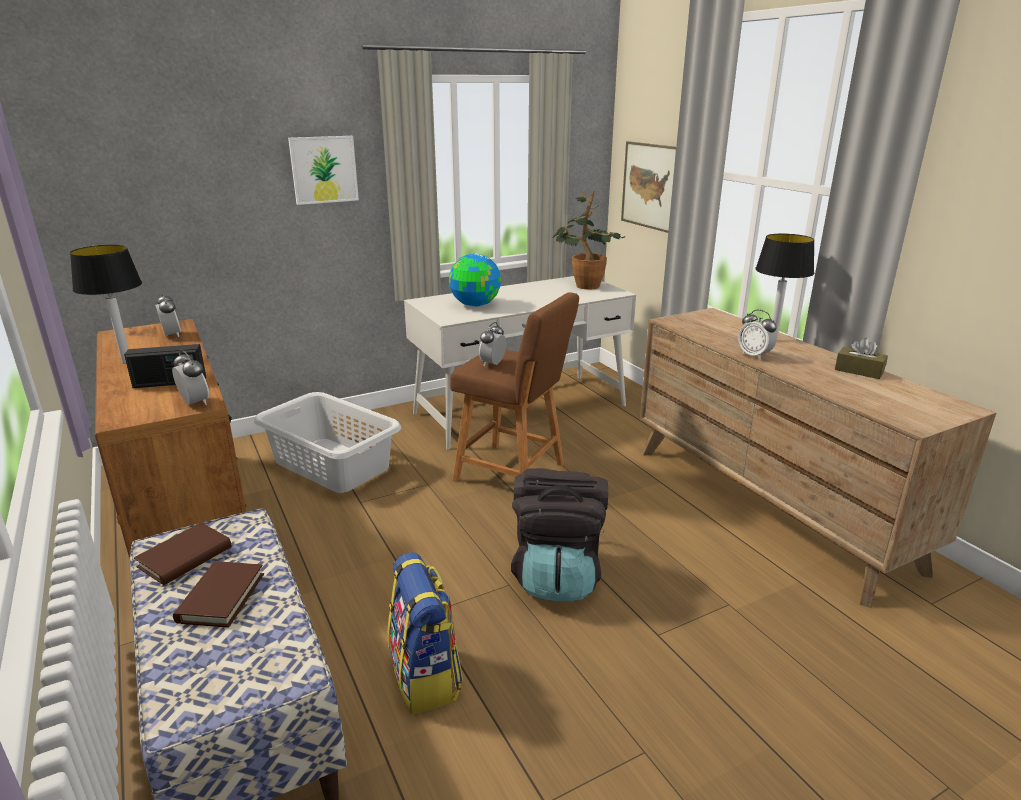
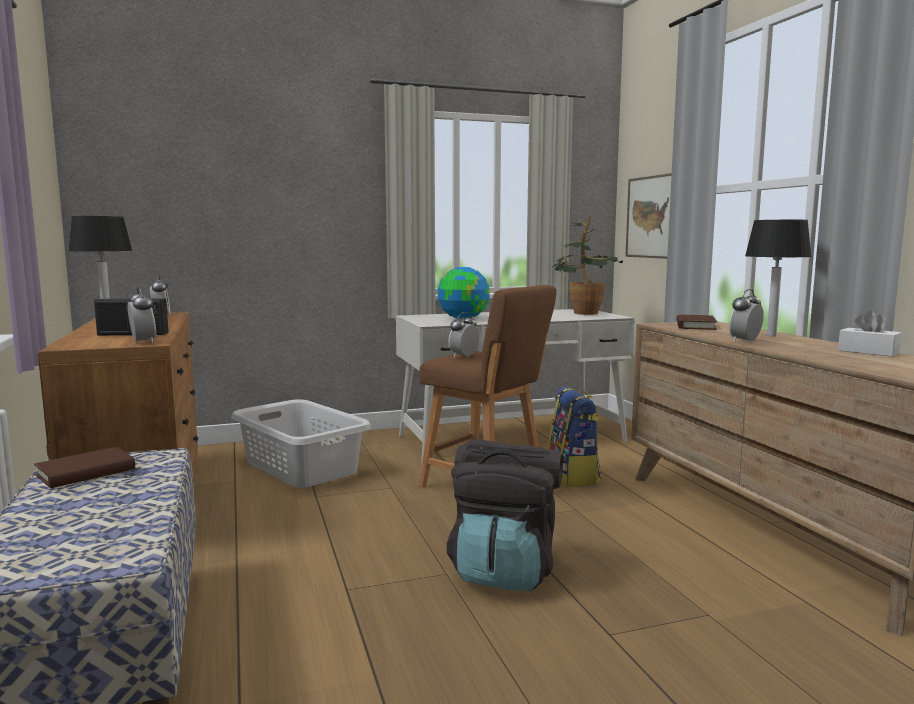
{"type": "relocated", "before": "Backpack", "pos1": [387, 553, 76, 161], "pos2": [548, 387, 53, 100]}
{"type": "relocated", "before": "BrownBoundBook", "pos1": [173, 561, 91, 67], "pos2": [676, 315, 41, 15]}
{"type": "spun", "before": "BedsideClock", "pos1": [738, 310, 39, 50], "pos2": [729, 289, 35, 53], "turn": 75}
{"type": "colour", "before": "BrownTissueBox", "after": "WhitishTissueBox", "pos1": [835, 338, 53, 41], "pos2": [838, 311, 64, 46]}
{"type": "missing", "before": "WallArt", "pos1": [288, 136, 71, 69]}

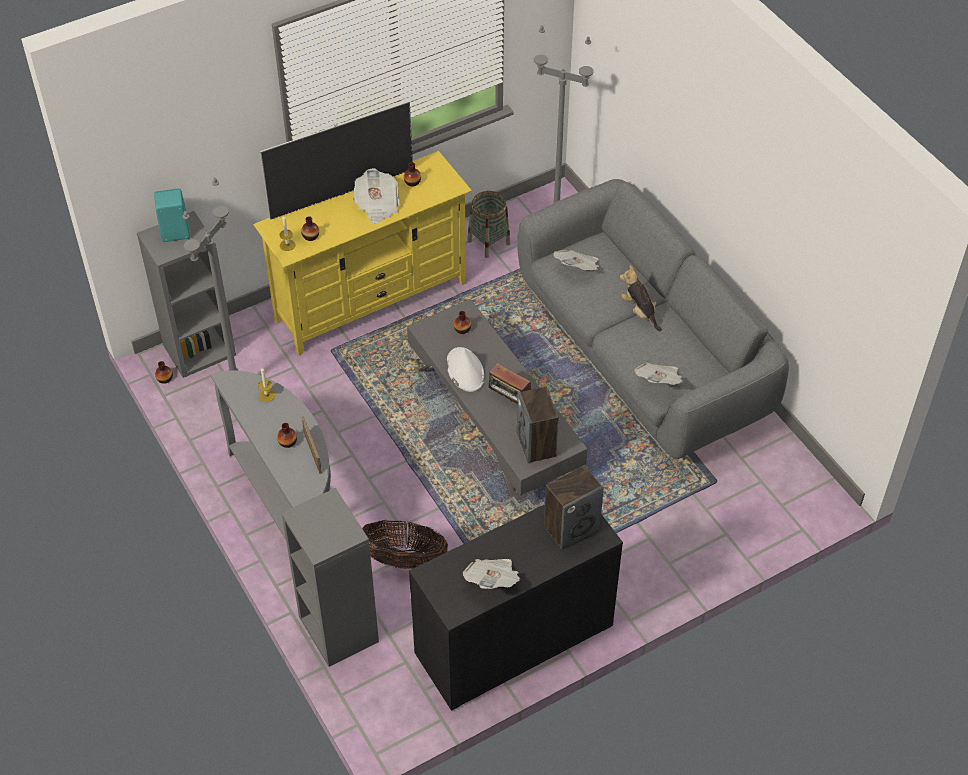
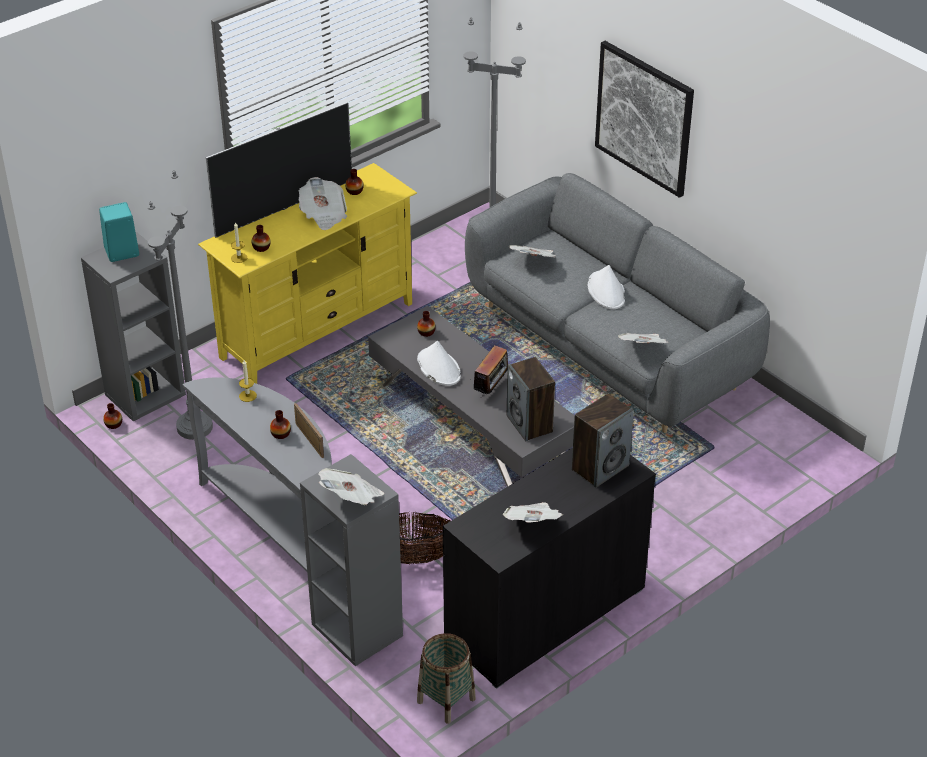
{"type": "appeared", "after": "Newspaper", "pos2": [318, 468, 66, 37]}
{"type": "relocated", "before": "Basket", "pos1": [467, 191, 43, 67], "pos2": [417, 633, 59, 91]}
{"type": "spun", "before": "Radio", "pos1": [489, 363, 43, 41], "pos2": [473, 345, 35, 51], "turn": -90}
{"type": "exchanged", "before": "SoftToy", "after": "WhitishClothingHat", "pos1": [620, 265, 42, 67], "pos2": [588, 265, 37, 44]}
{"type": "appeared", "after": "WallArt", "pos2": [595, 41, 99, 157]}

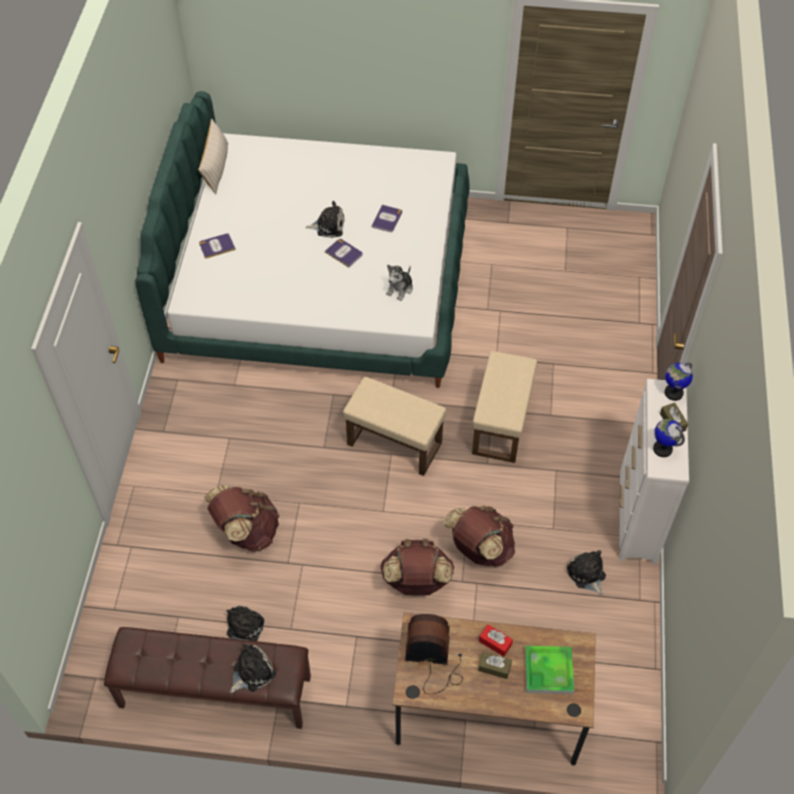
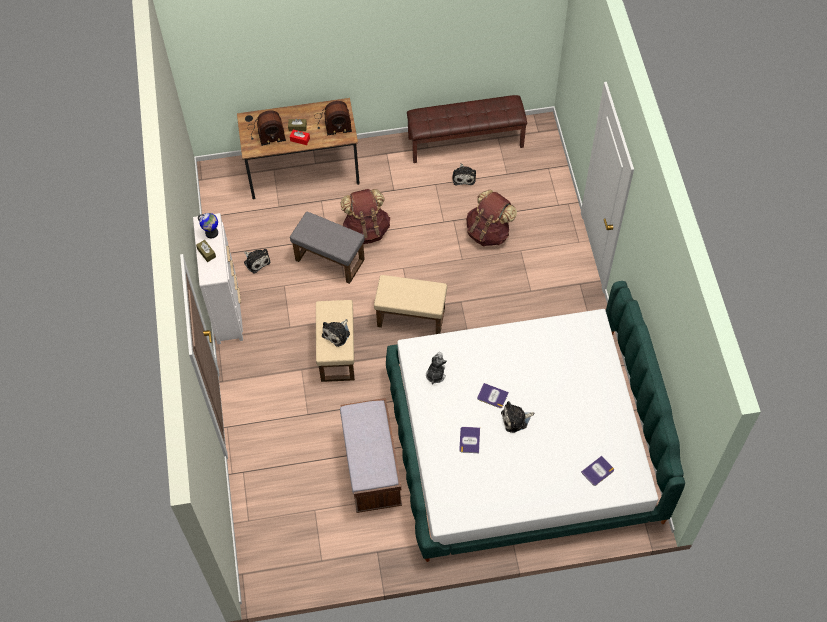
{"type": "exchanged", "before": "Tray", "after": "Radio", "pos1": [525, 646, 49, 48], "pos2": [247, 110, 39, 36]}
{"type": "exchanged", "before": "BrownBackpack", "after": "GreyishFootrest", "pos1": [443, 506, 72, 60], "pos2": [290, 212, 75, 72]}
{"type": "relocated", "before": "SoftToy", "pos1": [230, 644, 46, 49], "pos2": [322, 319, 28, 28]}
{"type": "appeared", "after": "BrownLongSeat", "pos2": [340, 398, 62, 115]}
{"type": "relocated", "before": "BoundBook", "pos1": [199, 233, 37, 26], "pos2": [581, 456, 33, 30]}
{"type": "missing", "before": "BeigeColouredThrowPillow", "pos1": [198, 119, 30, 76]}
{"type": "missing", "before": "DeskGlobe", "pos1": [665, 363, 28, 38]}

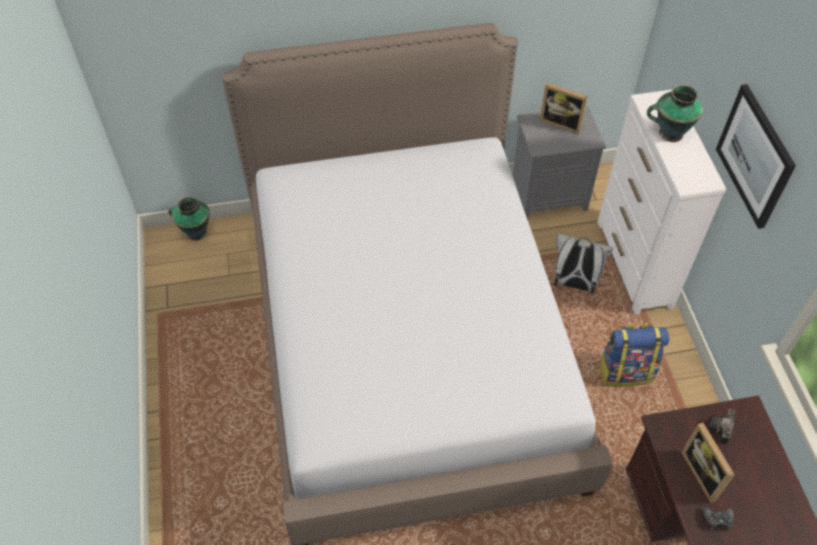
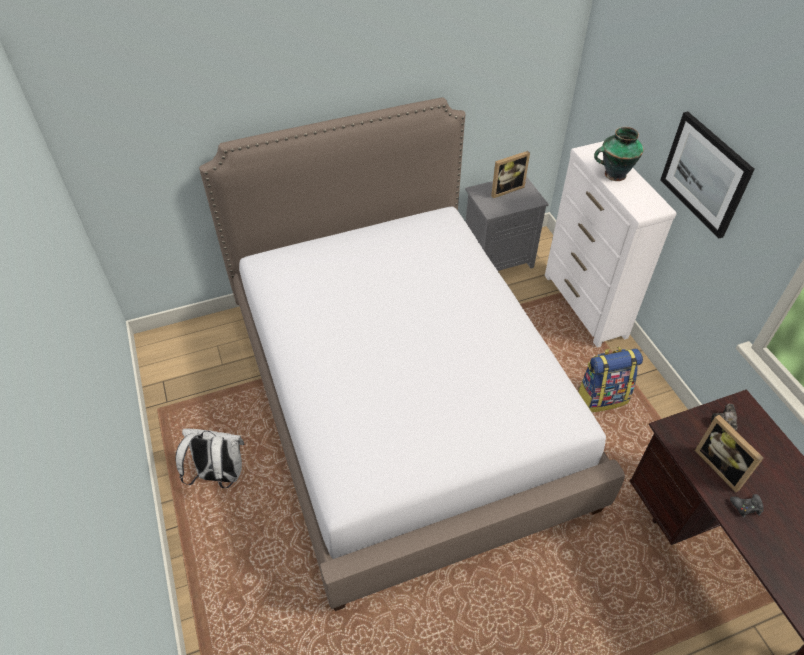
{"type": "relocated", "before": "WhitishBackpack", "pos1": [554, 234, 59, 60], "pos2": [176, 429, 68, 59]}
{"type": "spun", "before": "PhotoFrame", "pos1": [540, 83, 48, 51], "pos2": [491, 151, 39, 47], "turn": -45}
{"type": "missing", "before": "Vase", "pos1": [169, 196, 40, 45]}

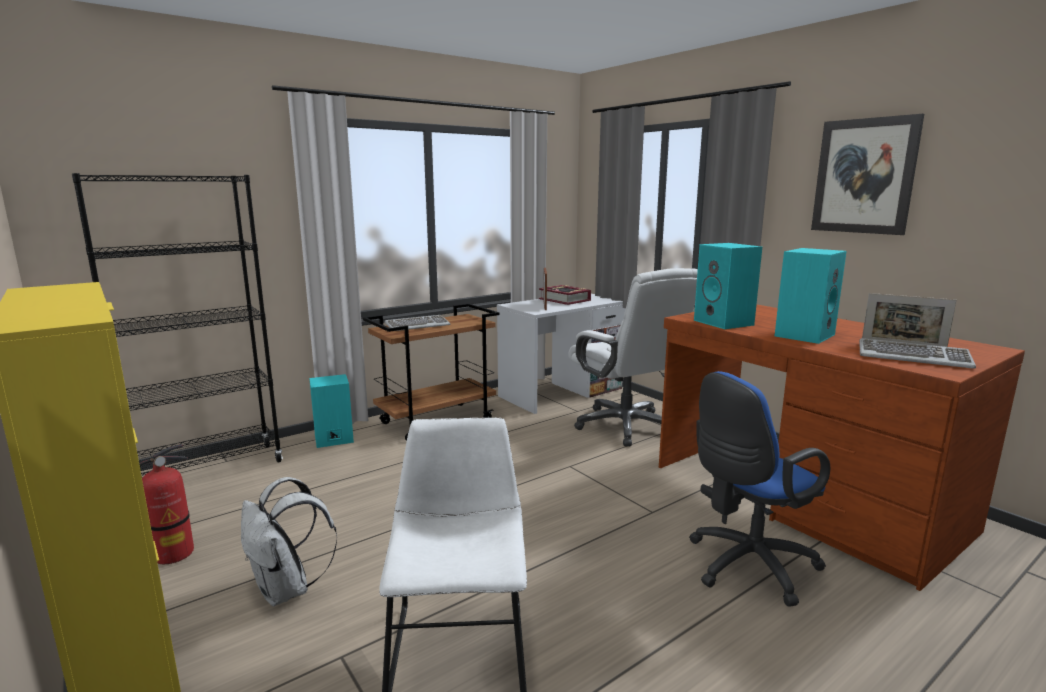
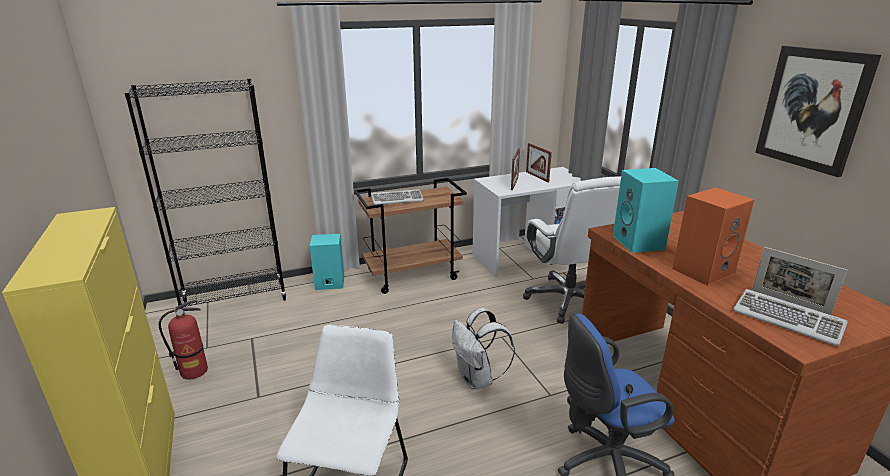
{"type": "relocated", "before": "WhitishBackpack", "pos1": [241, 477, 96, 129], "pos2": [452, 308, 63, 81]}
{"type": "exchanged", "before": "BoundBook", "after": "PhotoFrame", "pos1": [539, 285, 52, 20], "pos2": [526, 143, 26, 39]}
{"type": "colour", "before": "BlueGreenSpeaker", "after": "OrangeSpeaker", "pos1": [775, 248, 72, 96], "pos2": [672, 187, 83, 99]}

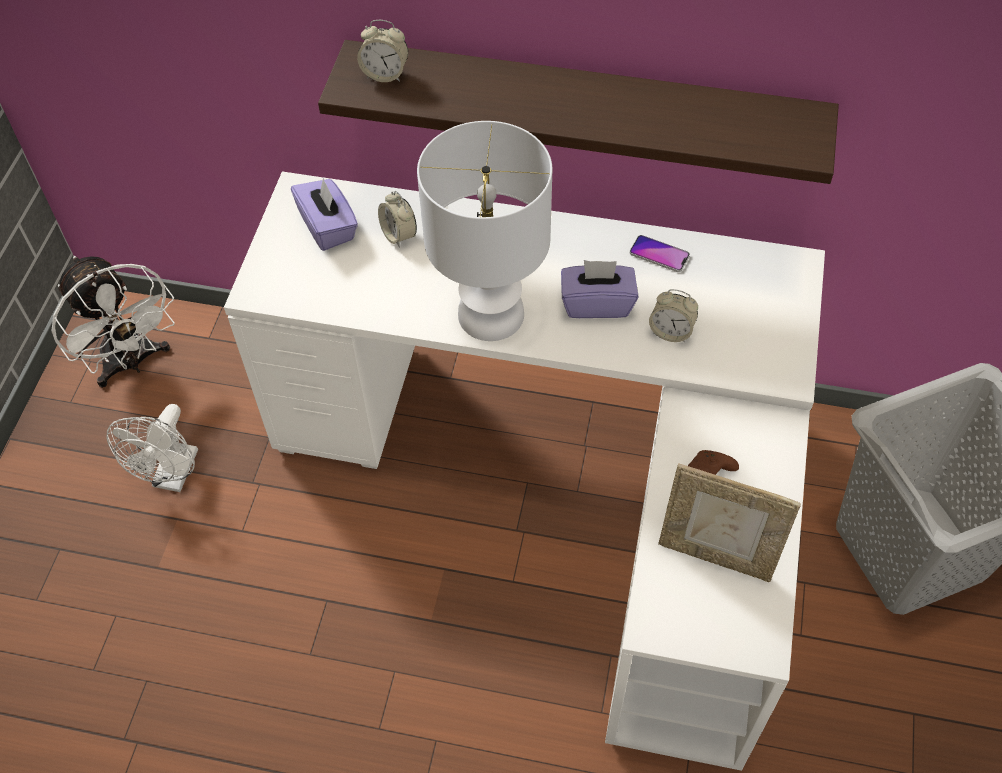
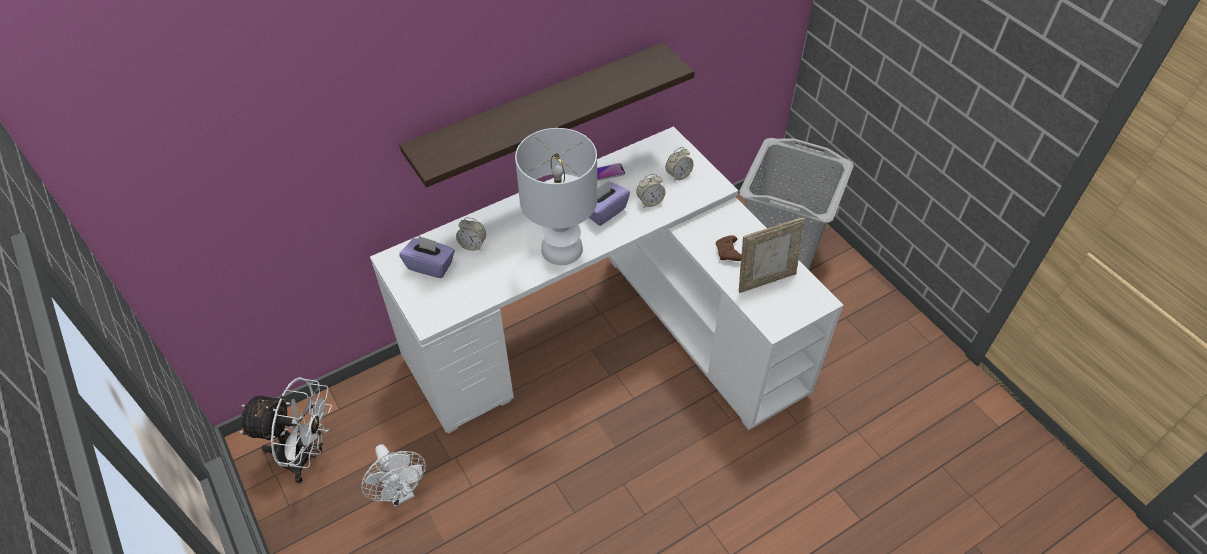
{"type": "relocated", "before": "BedsideClock", "pos1": [357, 20, 51, 62], "pos2": [666, 147, 27, 35]}

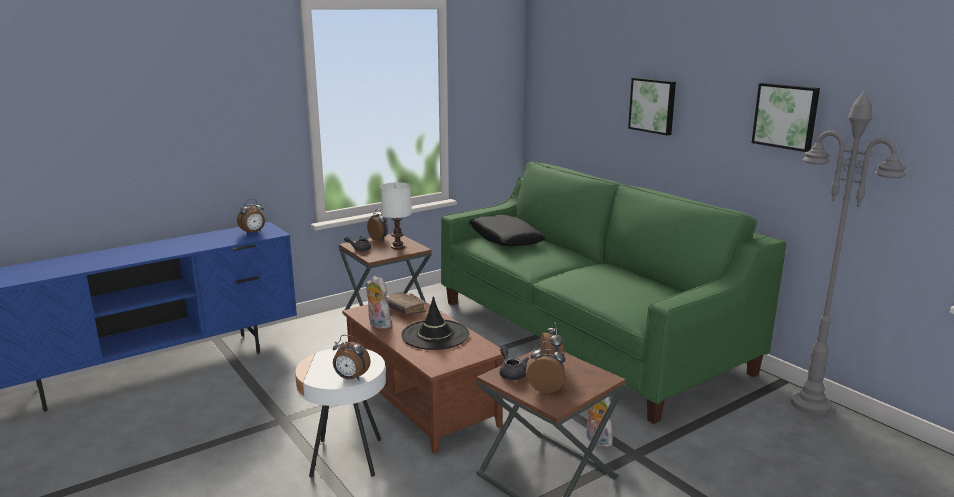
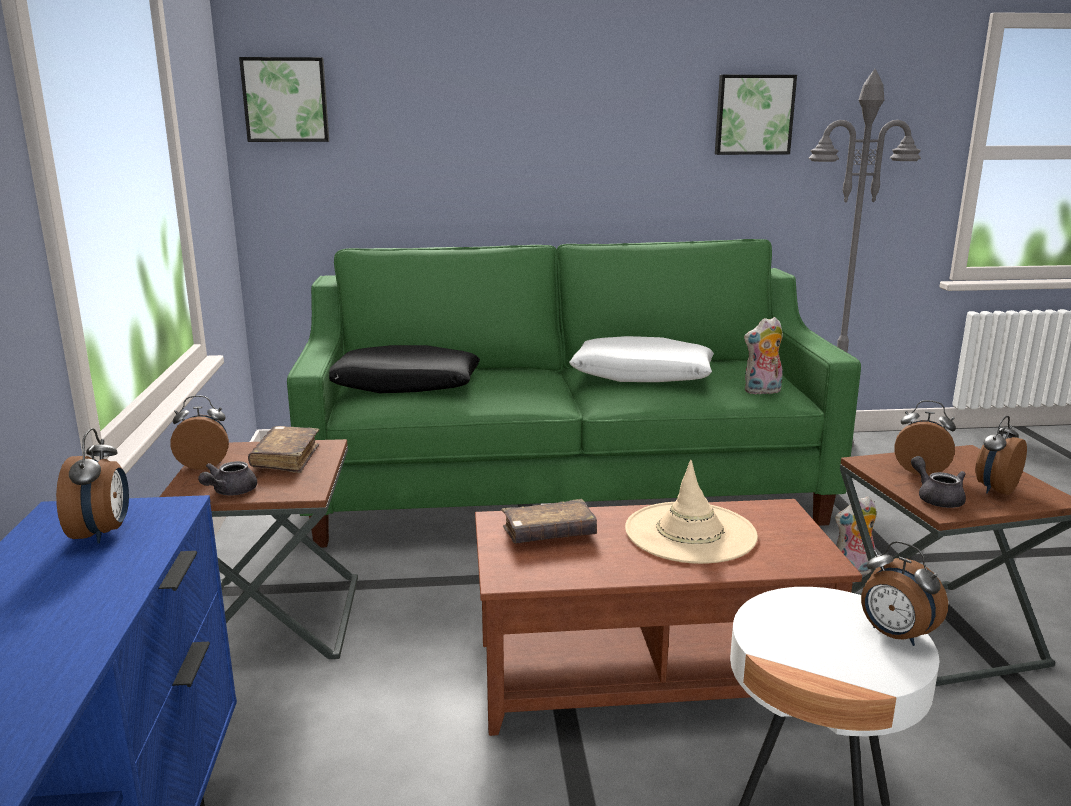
{"type": "relocated", "before": "WallArt", "pos1": [628, 78, 48, 57], "pos2": [239, 57, 90, 85]}
{"type": "exchanged", "before": "WhitishTableLamp", "after": "BrownBoundBook", "pos1": [381, 182, 30, 67], "pos2": [248, 426, 71, 47]}
{"type": "appeared", "after": "WhitishThrowPillow", "pos2": [569, 336, 145, 46]}
{"type": "colour", "before": "BlackishClothingHat", "after": "BeigeColouredClothingHat", "pos1": [401, 296, 68, 54], "pos2": [625, 460, 133, 104]}
{"type": "relocated", "before": "SoftToy", "pos1": [366, 276, 26, 53], "pos2": [744, 317, 39, 78]}
{"type": "spun", "before": "BedsideClock", "pos1": [333, 335, 38, 45], "pos2": [861, 541, 87, 105], "turn": 90}
{"type": "spun", "before": "GreyishPotForTea", "pos1": [499, 346, 30, 34], "pos2": [911, 456, 55, 52], "turn": 60}

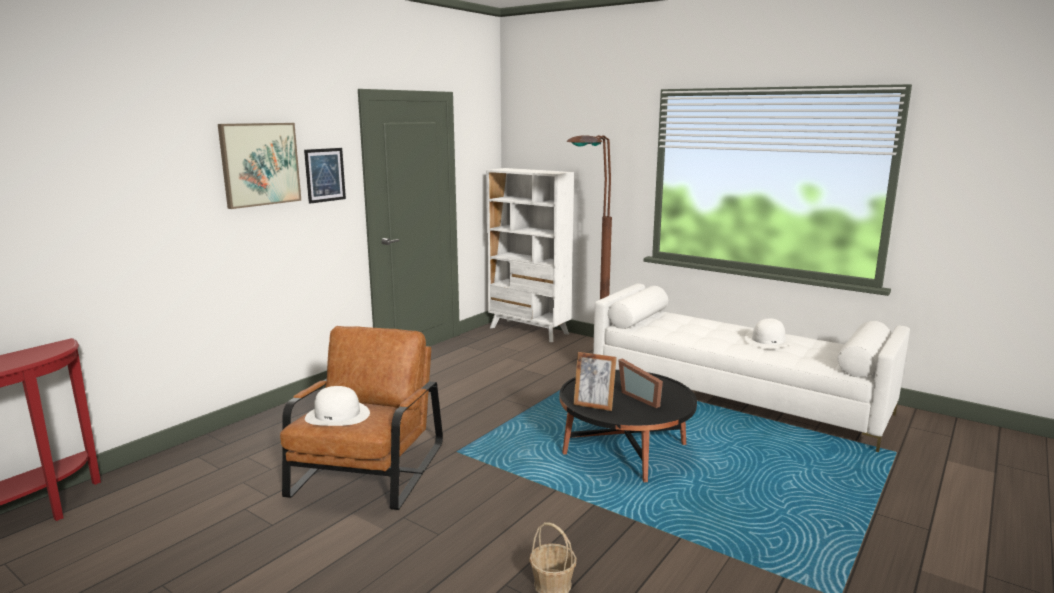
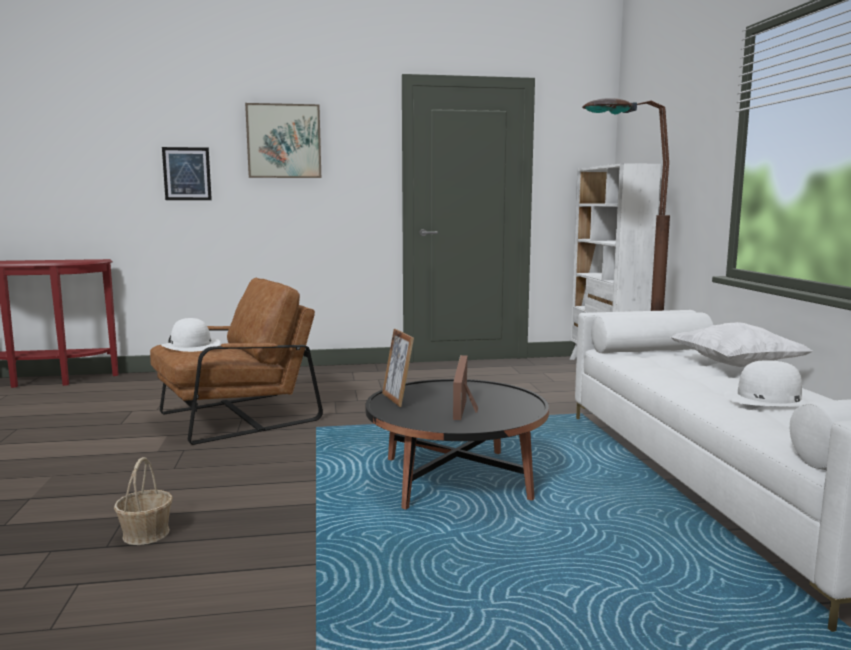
{"type": "relocated", "before": "WallArt", "pos1": [304, 148, 42, 56], "pos2": [162, 147, 50, 53]}
{"type": "appeared", "after": "WhitishThrowPillow", "pos2": [671, 322, 142, 45]}

